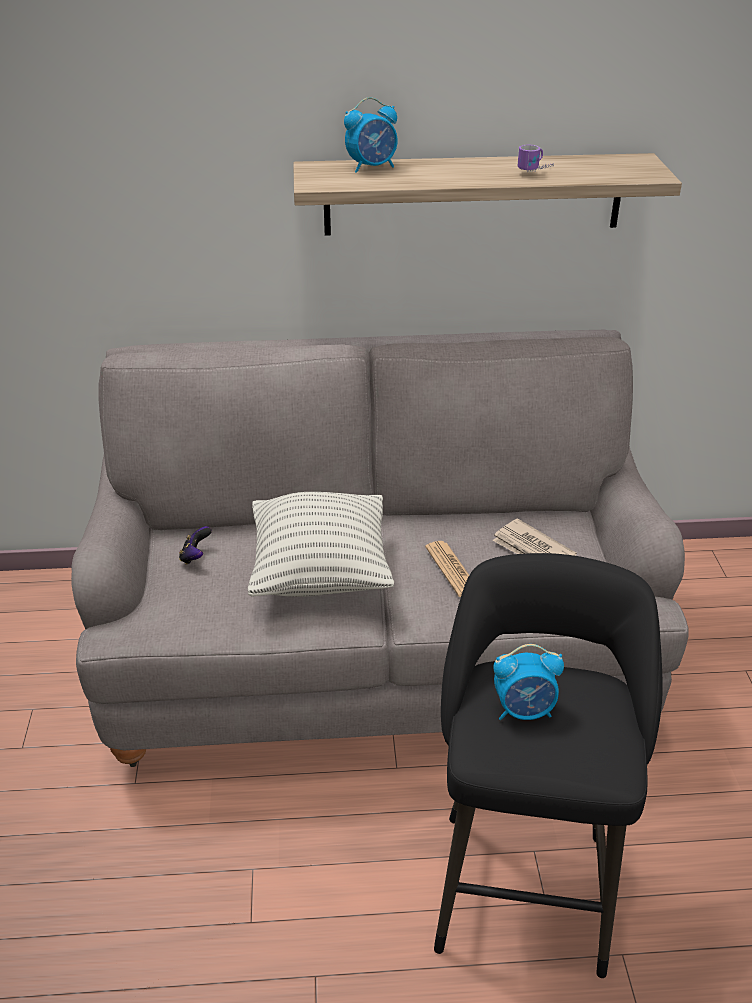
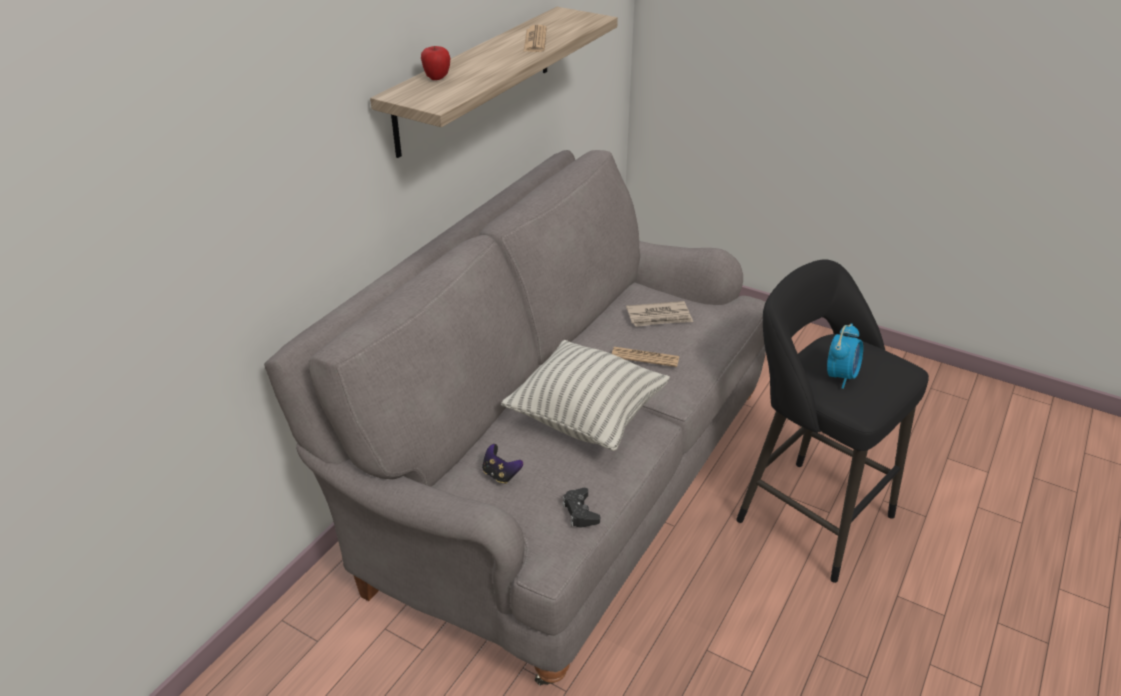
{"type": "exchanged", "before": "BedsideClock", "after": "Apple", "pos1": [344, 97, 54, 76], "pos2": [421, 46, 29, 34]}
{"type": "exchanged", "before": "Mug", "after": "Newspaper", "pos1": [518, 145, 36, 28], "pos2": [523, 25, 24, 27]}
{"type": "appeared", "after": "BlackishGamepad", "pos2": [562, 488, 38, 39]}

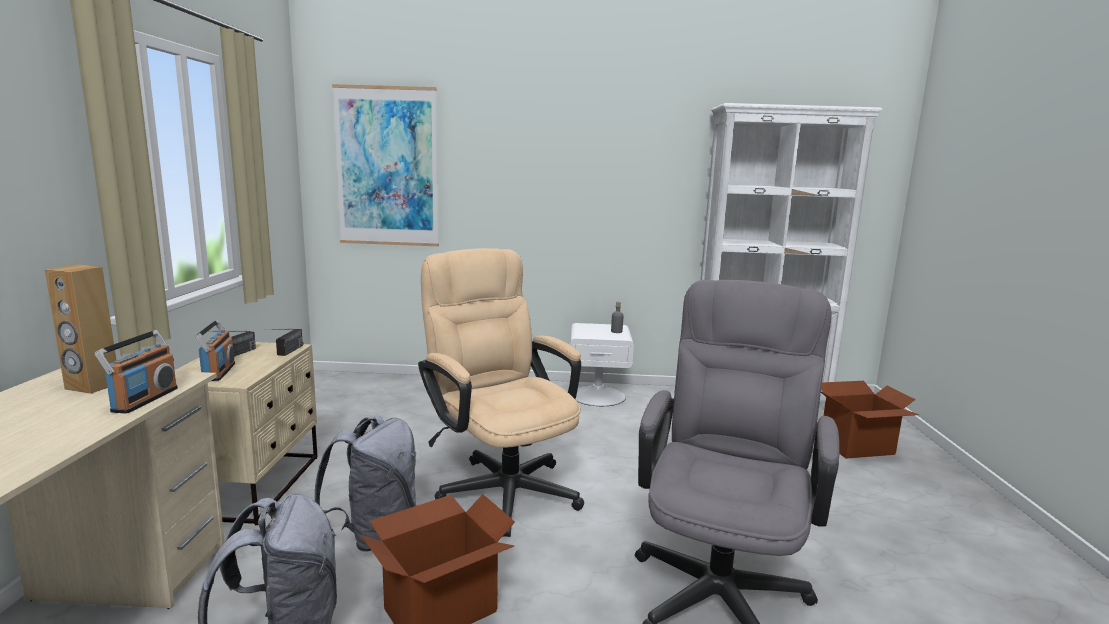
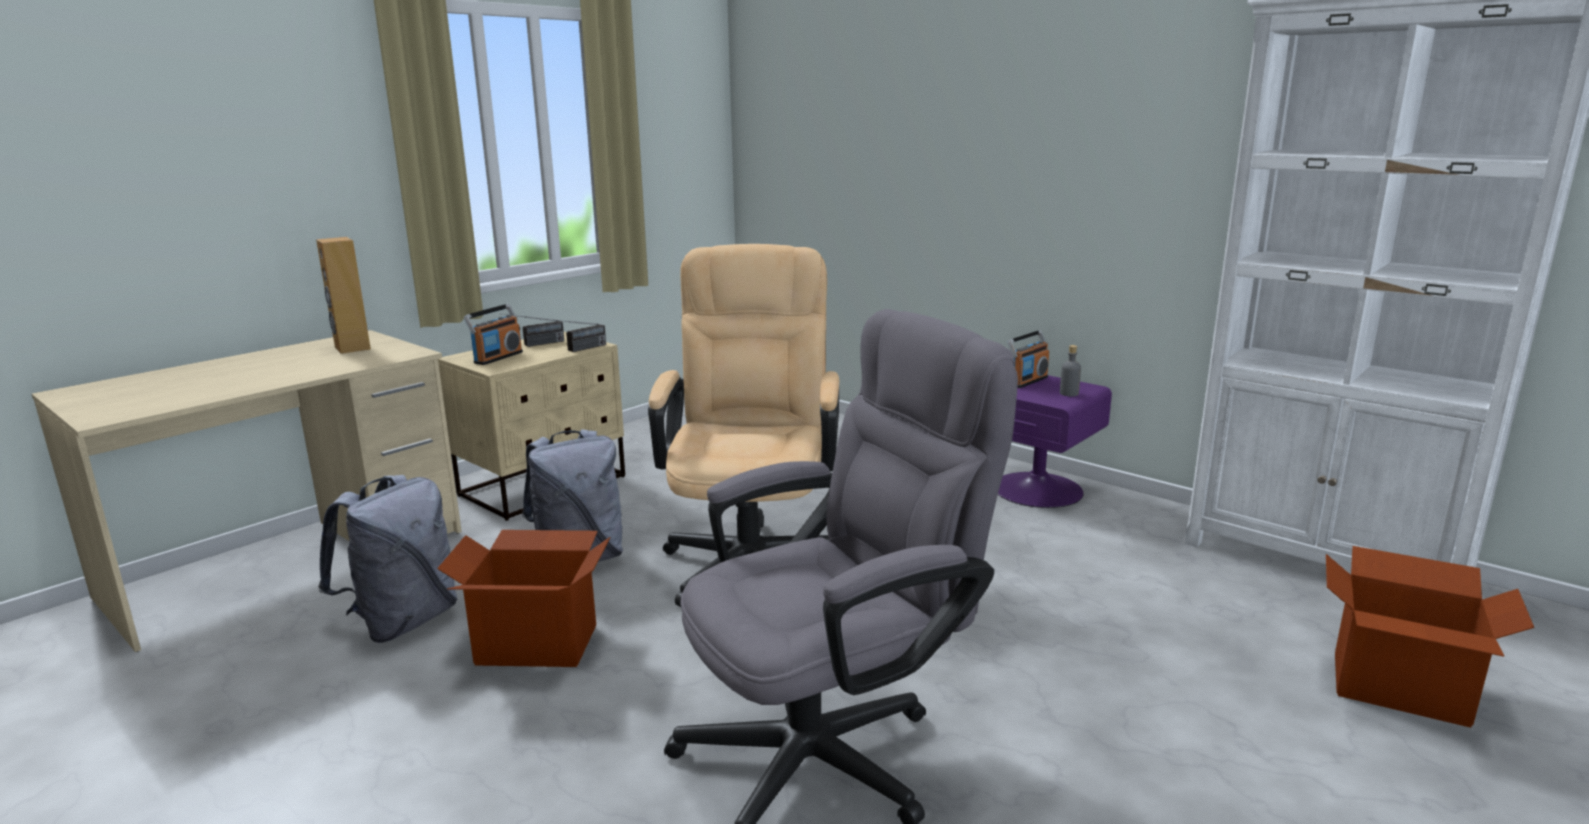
{"type": "colour", "before": "WhitishNightTable", "after": "PurplishNightTable", "pos1": [570, 323, 64, 83], "pos2": [998, 375, 114, 133]}
{"type": "relocated", "before": "Radio", "pos1": [95, 330, 83, 84], "pos2": [1007, 330, 42, 58]}
{"type": "missing", "before": "WallArt", "pos1": [332, 84, 107, 162]}

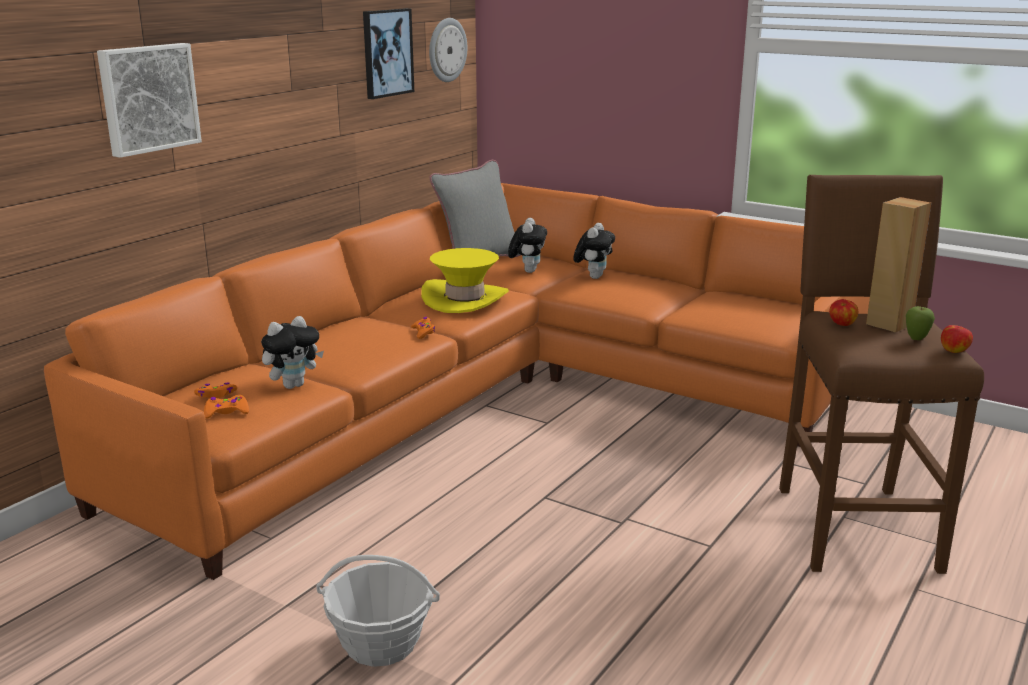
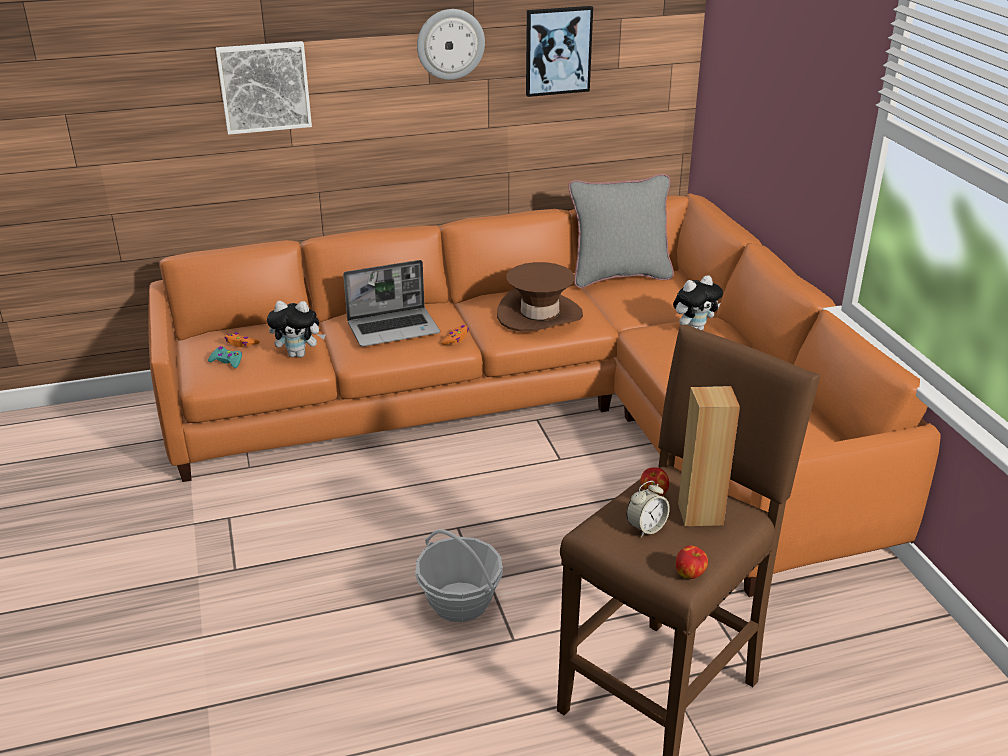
{"type": "colour", "before": "OrangeGamepad", "after": "BlueGreenGamepad", "pos1": [204, 395, 45, 23], "pos2": [208, 346, 34, 22]}
{"type": "appeared", "after": "NotebookComputer", "pos2": [343, 260, 97, 87]}
{"type": "relocated", "before": "Basket", "pos1": [316, 555, 124, 112], "pos2": [415, 529, 88, 93]}
{"type": "relocated", "before": "WallClock", "pos1": [429, 18, 38, 64], "pos2": [417, 9, 68, 71]}
{"type": "colour", "before": "YellowishClothingHat", "after": "BrownClothingHat", "pos1": [421, 248, 88, 65], "pos2": [497, 262, 86, 70]}
{"type": "appeared", "after": "BedsideClock", "pos2": [626, 481, 44, 56]}
{"type": "missing", "before": "SoftToy", "pos1": [508, 218, 39, 55]}
{"type": "missing", "before": "Apple", "pos1": [906, 306, 29, 34]}

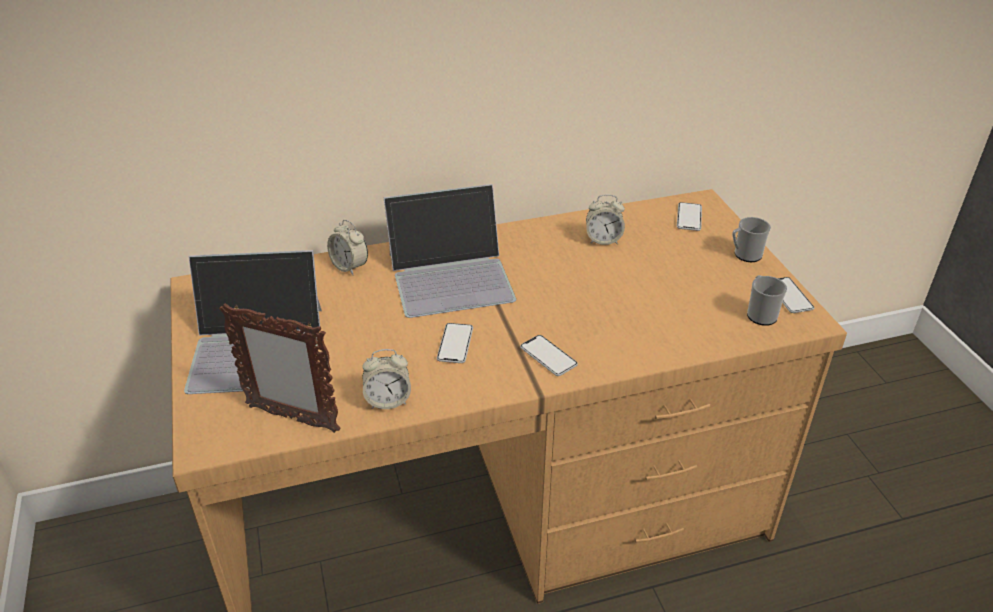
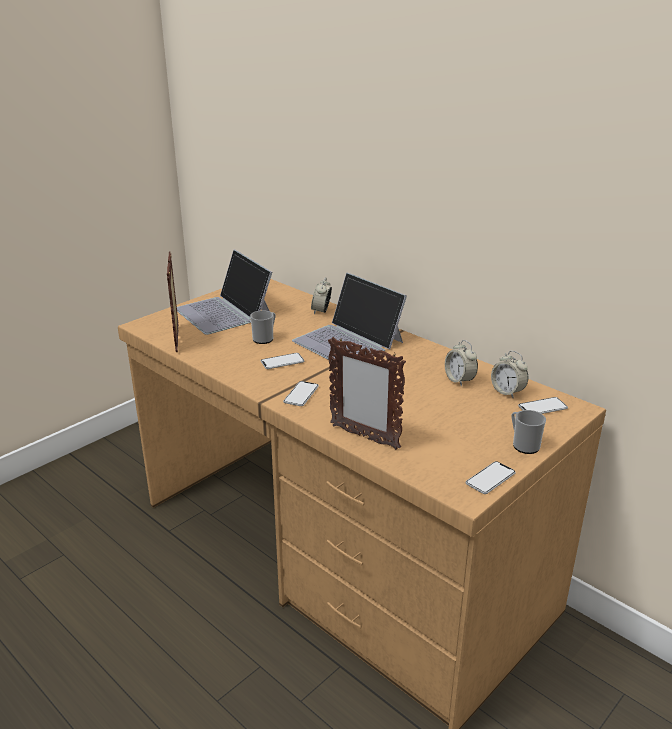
{"type": "relocated", "before": "Mug", "pos1": [747, 275, 40, 51], "pos2": [250, 310, 26, 34]}
{"type": "appeared", "after": "PhotoFrame", "pos2": [328, 337, 78, 113]}
{"type": "relocated", "before": "BedsideClock", "pos1": [362, 349, 49, 60], "pos2": [491, 351, 37, 47]}

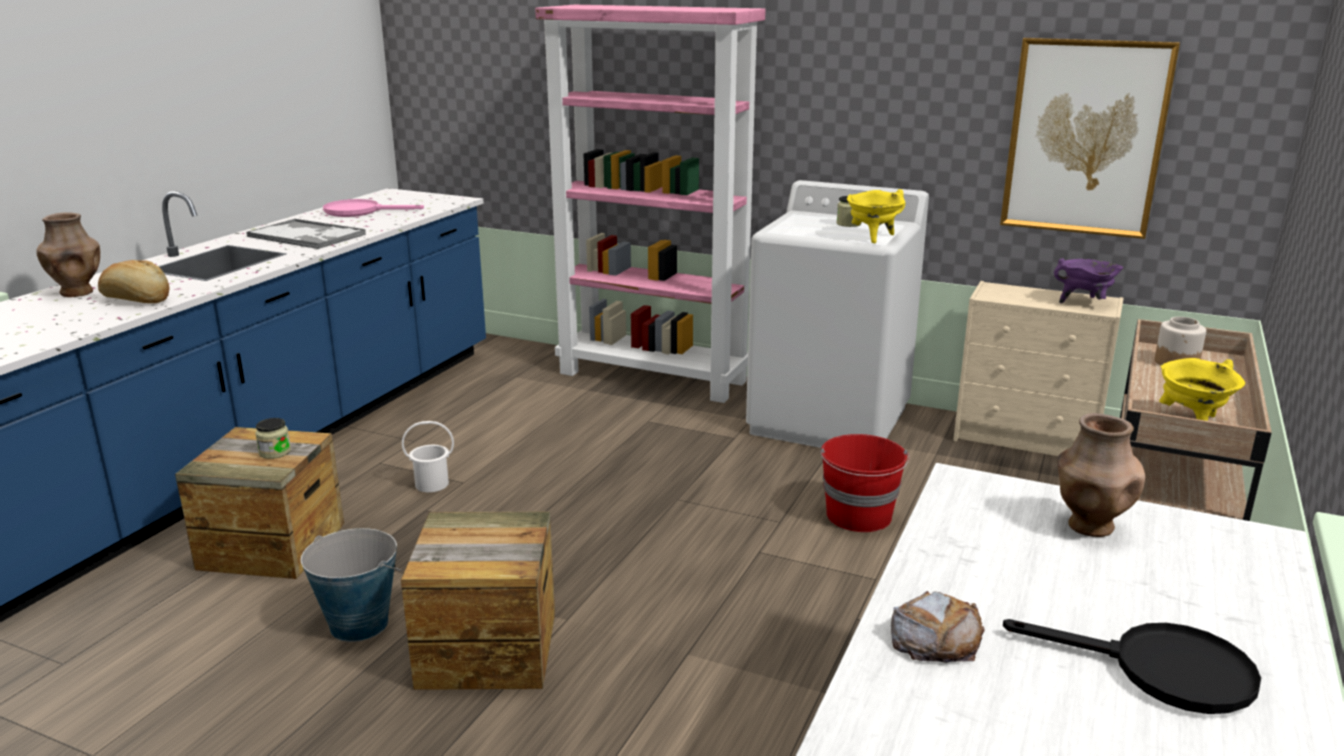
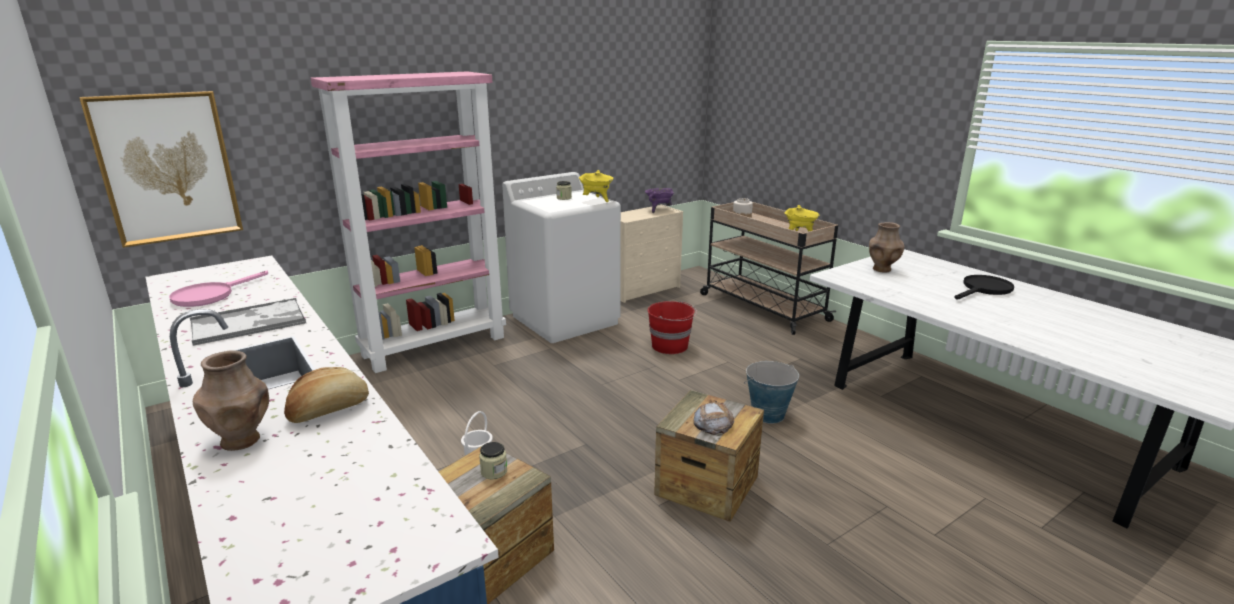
{"type": "relocated", "before": "WallArt", "pos1": [1000, 38, 180, 201], "pos2": [79, 91, 164, 157]}
{"type": "relocated", "before": "BakeryBread", "pos1": [891, 591, 94, 72], "pos2": [694, 401, 41, 34]}
{"type": "relocated", "before": "Bucket", "pos1": [301, 528, 100, 114], "pos2": [744, 361, 55, 63]}

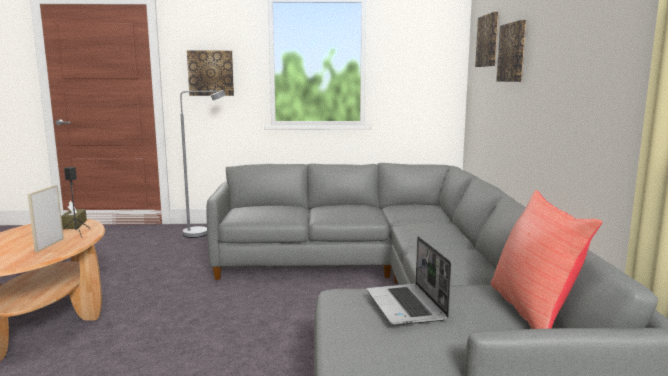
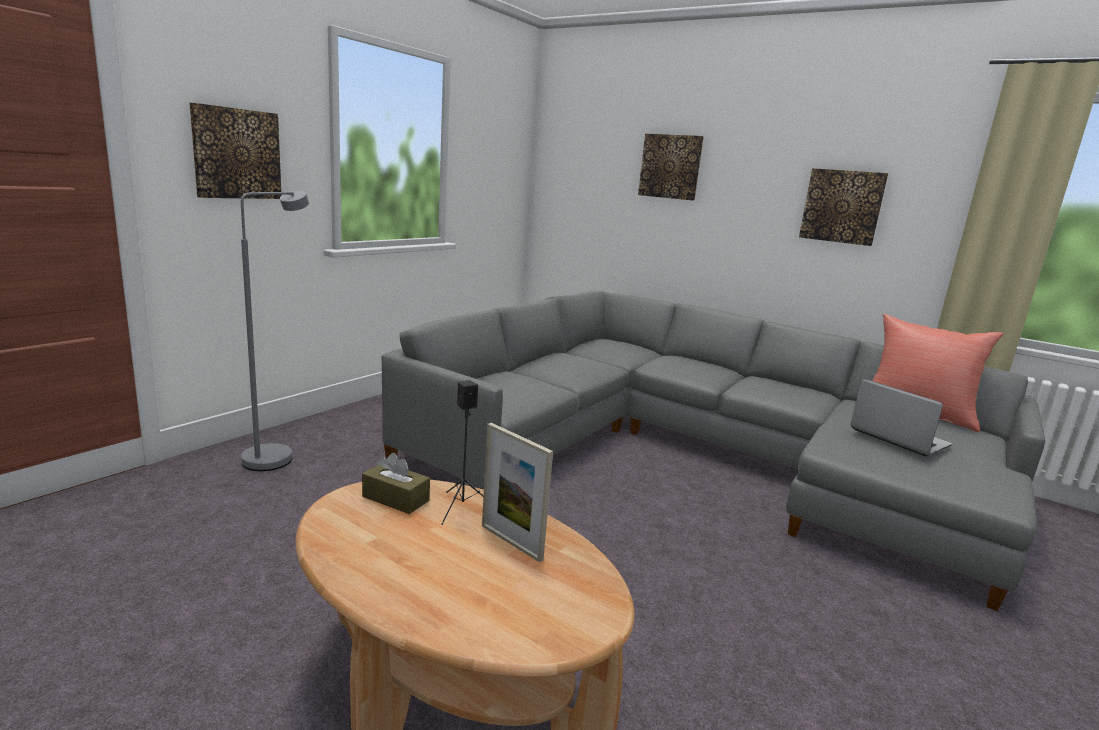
{"type": "relocated", "before": "WallArt", "pos1": [475, 12, 24, 55], "pos2": [799, 168, 89, 78]}
{"type": "spun", "before": "NotebookComputer", "pos1": [367, 236, 84, 89], "pos2": [850, 379, 102, 77], "turn": -150}

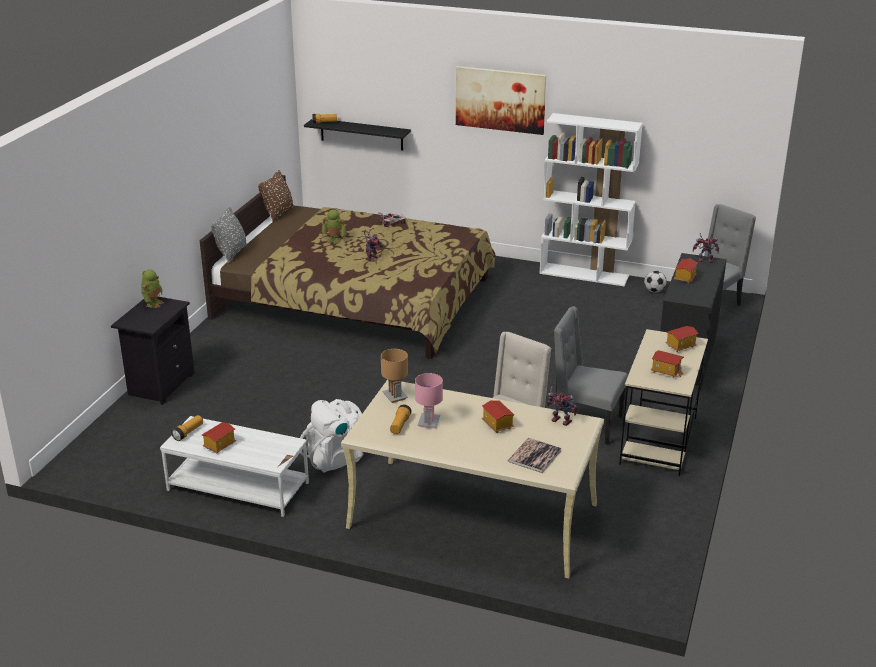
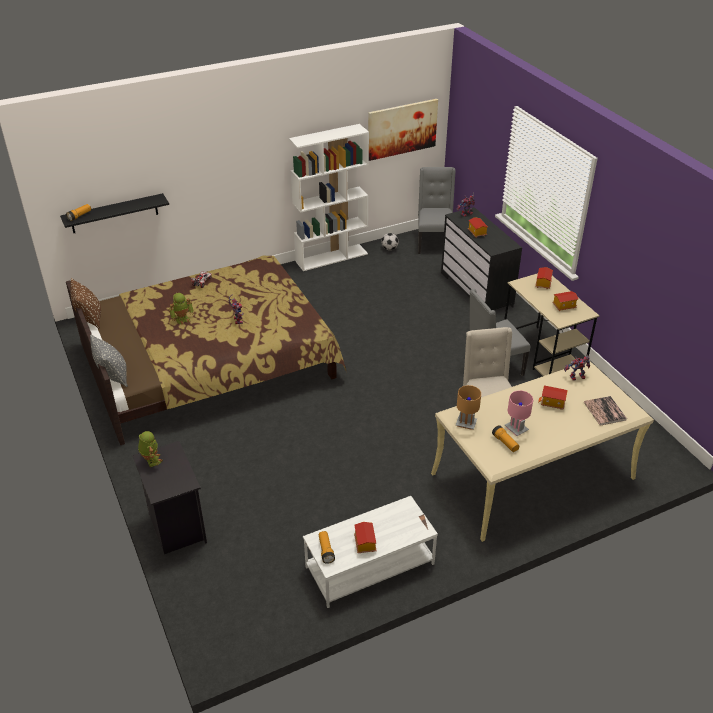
{"type": "relocated", "before": "WallArt", "pos1": [456, 66, 90, 69], "pos2": [368, 99, 70, 62]}
{"type": "missing", "before": "WhitishBackpack", "pos1": [300, 399, 65, 73]}

